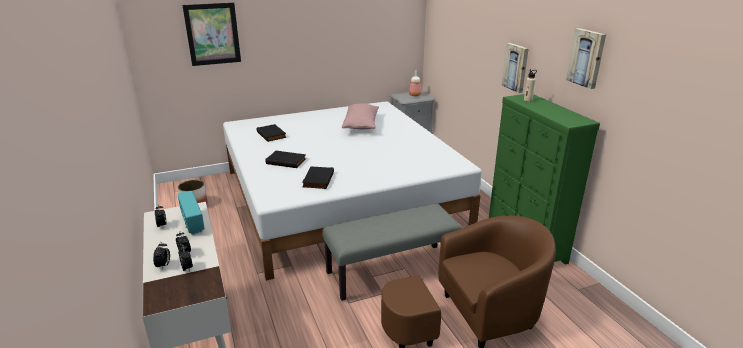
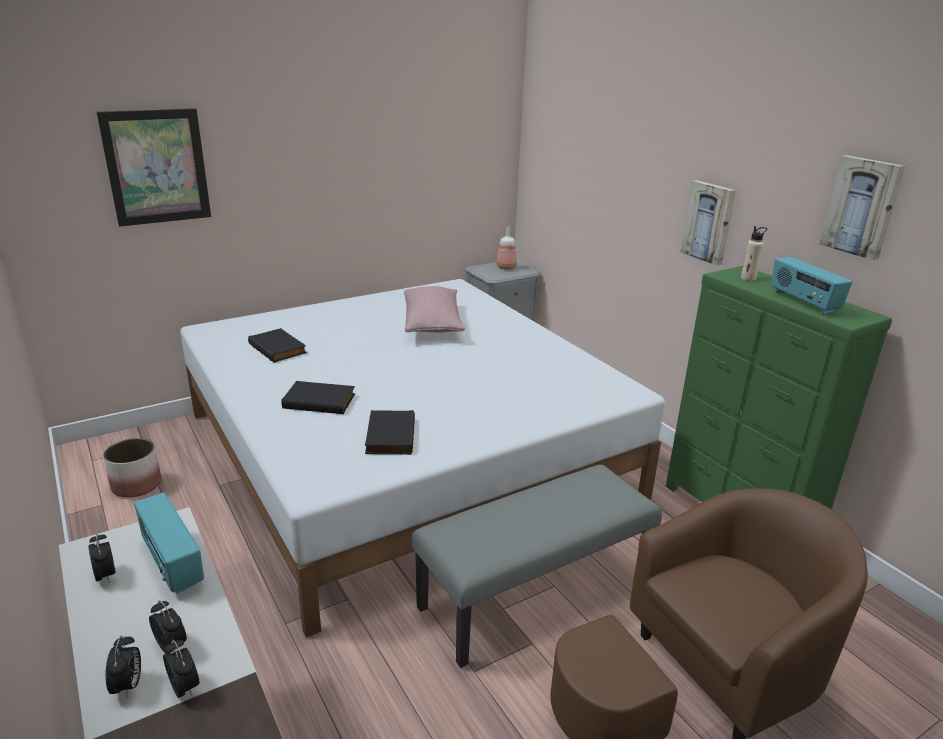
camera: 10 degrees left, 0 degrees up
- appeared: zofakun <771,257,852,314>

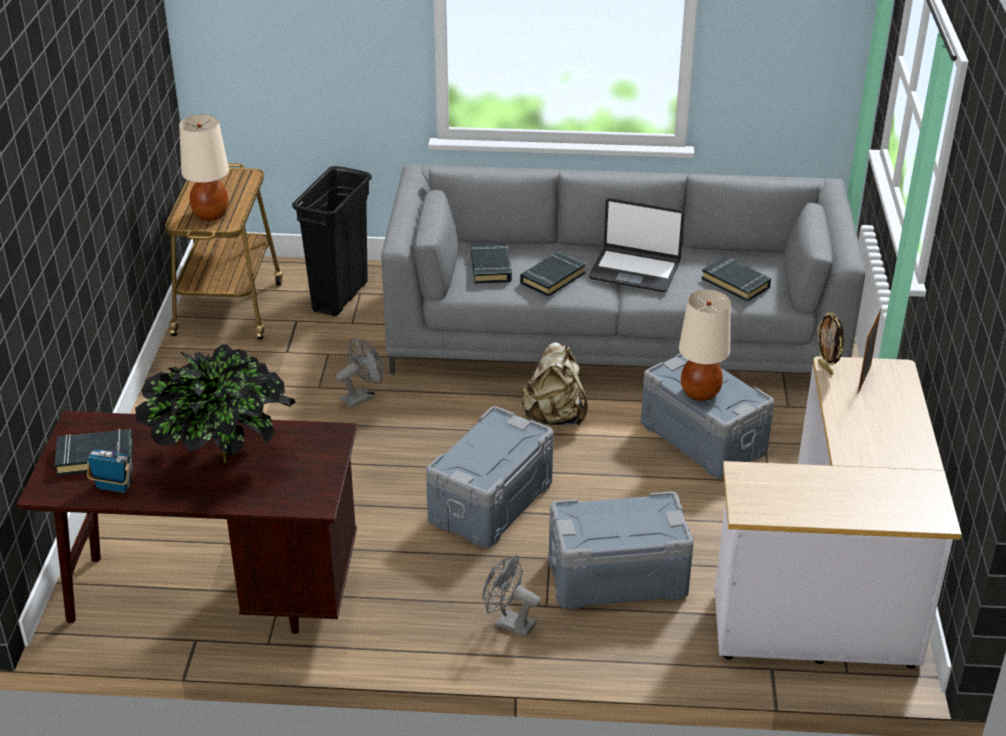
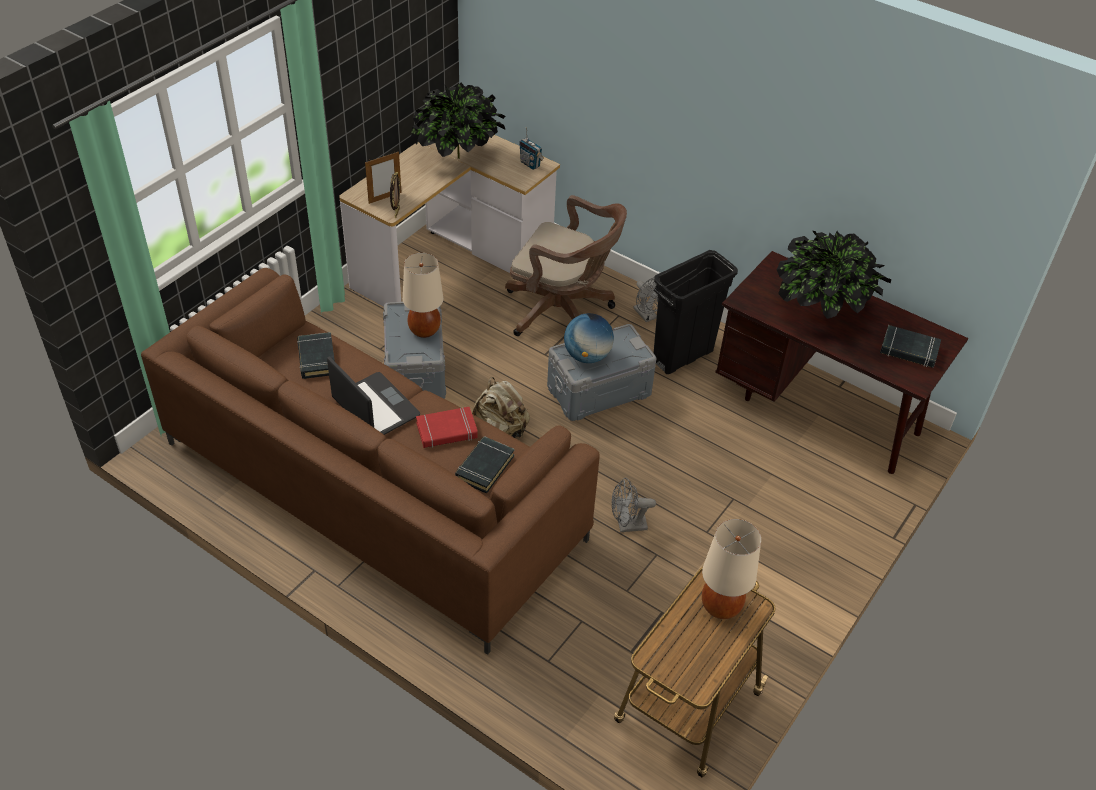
camera: 150 degrees left, 10 degrees up
- appeared: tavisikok <411,83,506,159>
- appeared: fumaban <564,313,614,363>
- relocated: zofakun <87,443,133,493> to <519,127,544,170>
- relocated: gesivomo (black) <292,166,372,317> to <654,250,738,374>
- exchanged: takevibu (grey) <548,491,694,609> to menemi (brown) <505,195,627,336>
- colour: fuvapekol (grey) <381,164,866,374> to fuvapekol (brown) <141,268,600,655>
- colour: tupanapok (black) <520,252,586,297> to tupanapok (red) <416,407,478,448>

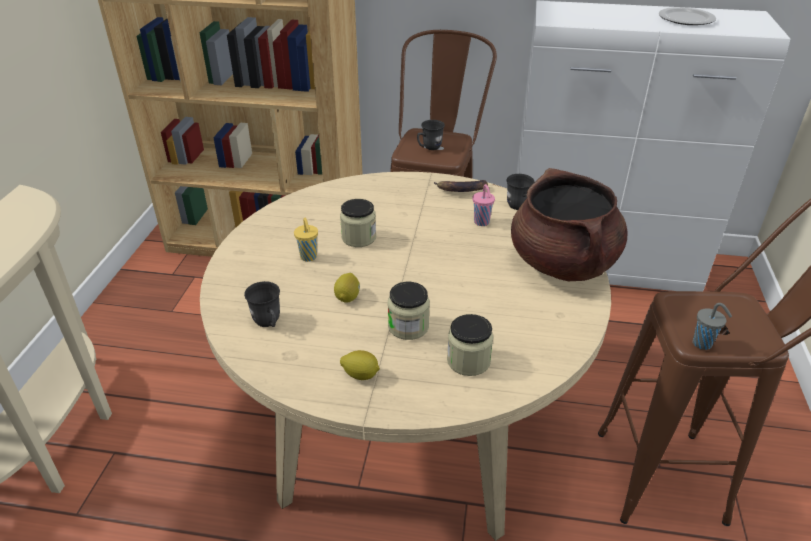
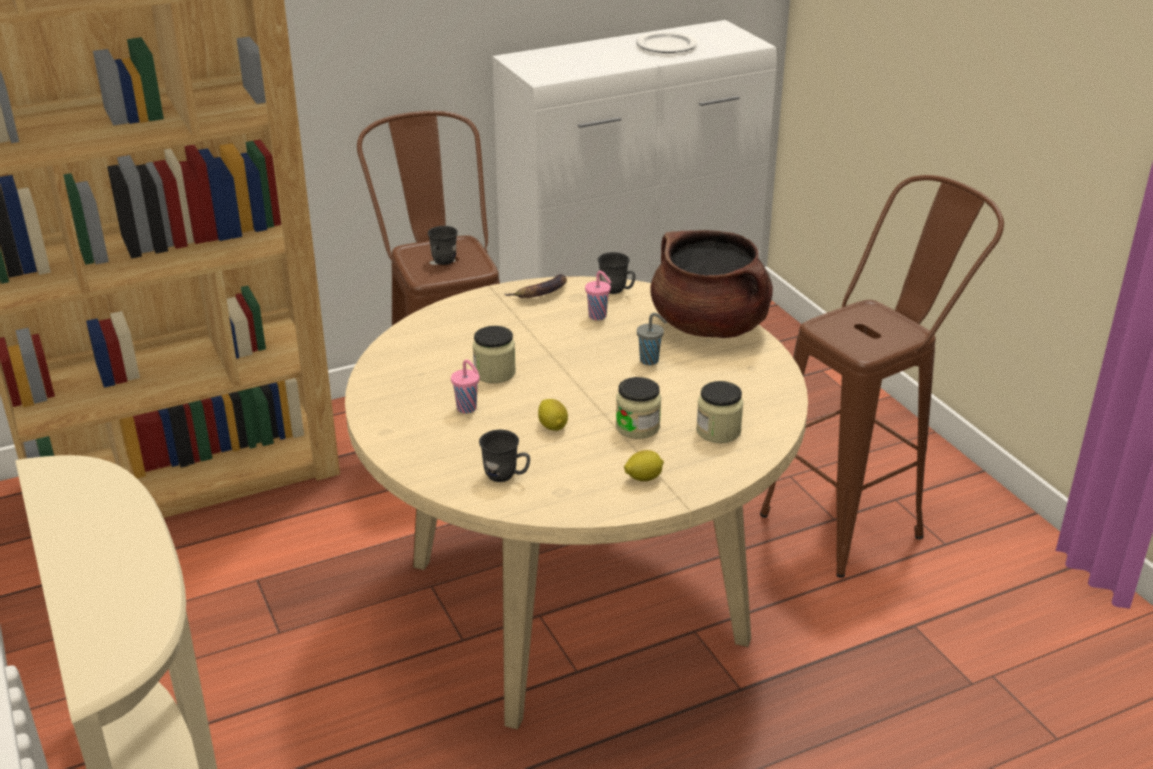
camera: 35 degrees left, 5 degrees down
- relocated: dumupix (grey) <693,303,732,350> to <637,313,667,365>
- colour: dumupix (yellow) <294,218,318,262> to dumupix (pink) <451,359,480,413>

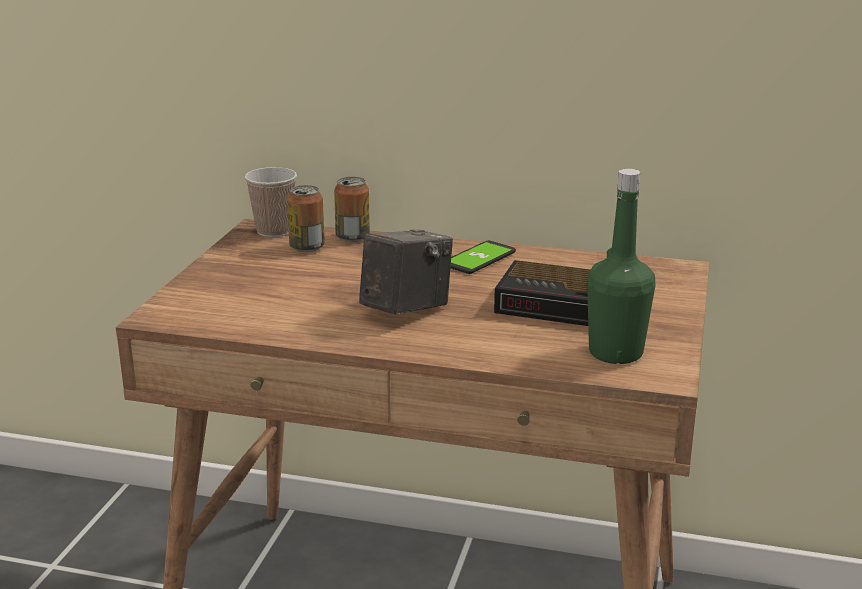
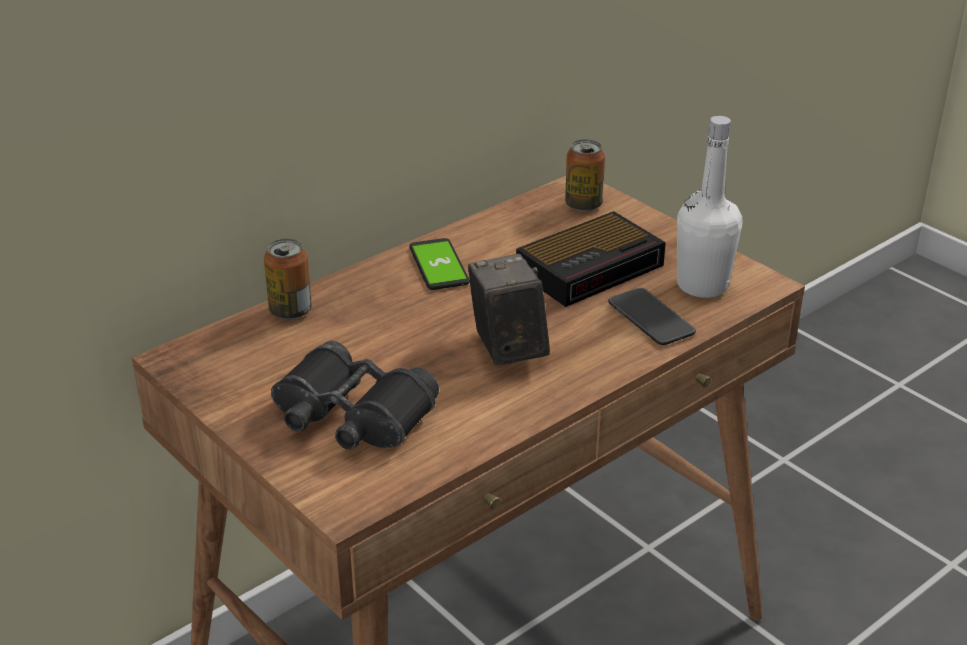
camera: 55 degrees left, 10 degrees up
- missing: dumupix <245,167,297,237>
- appeared: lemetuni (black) <271,341,439,450>
- appeared: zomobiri <608,288,696,345>
- relocated: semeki <287,185,325,252> to <565,139,605,212>
- colour: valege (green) <587,169,655,364> to valege (white) <677,116,743,298>

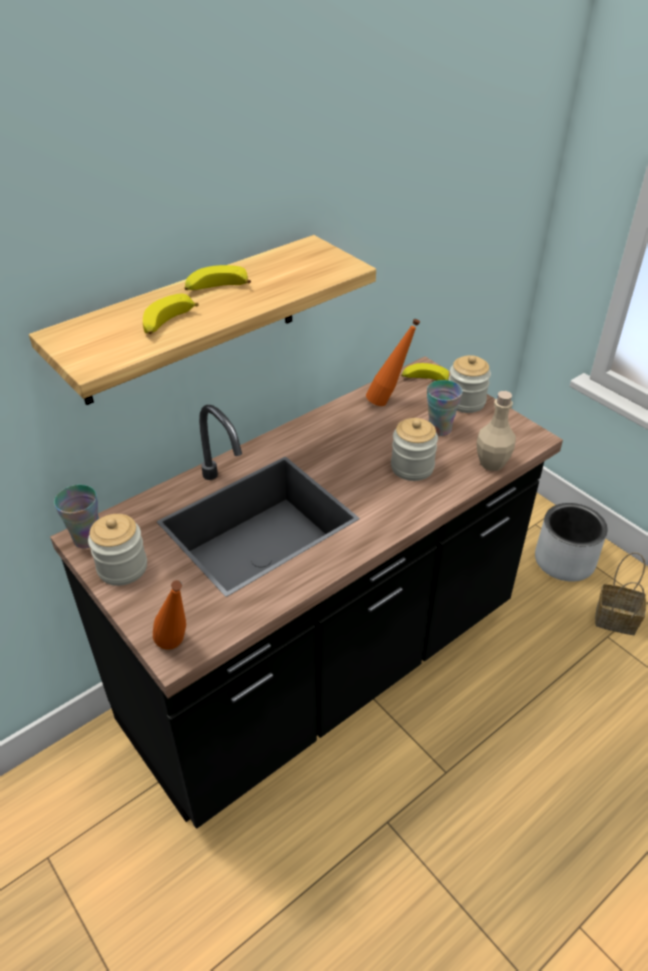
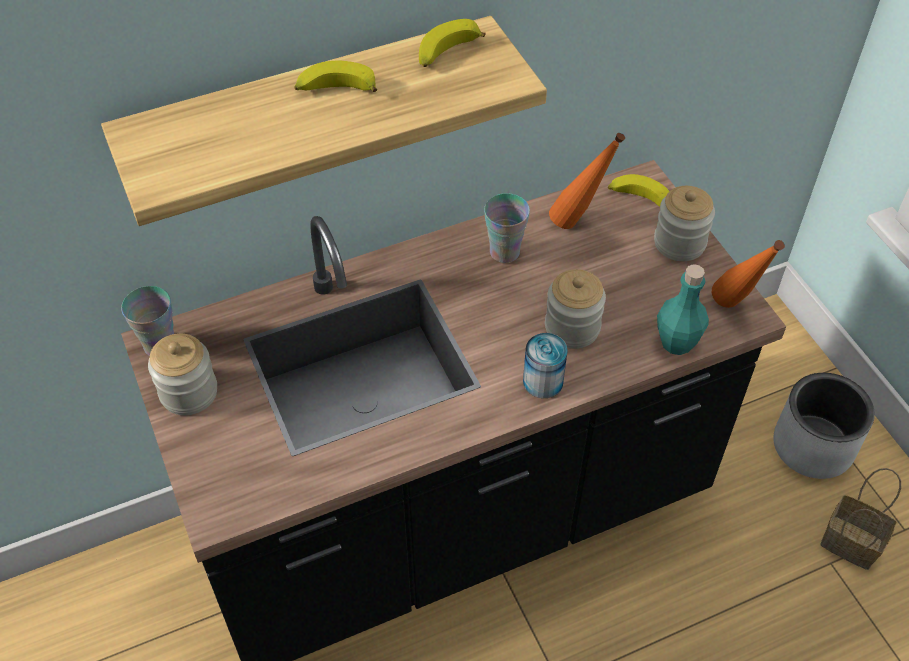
camera: 15 degrees right, 10 degrees up
- appeared: semeki <523,333,568,398>
- relocated: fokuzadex <143,294,199,334> to <419,19,486,67>
- relocated: valege (orange) <153,580,186,650> to <712,240,785,308>
- relocated: dumupix <427,380,463,436> to <484,193,530,263>
- colour: valege (beige) <477,391,516,471> to valege (turquoise) <657,264,709,355>

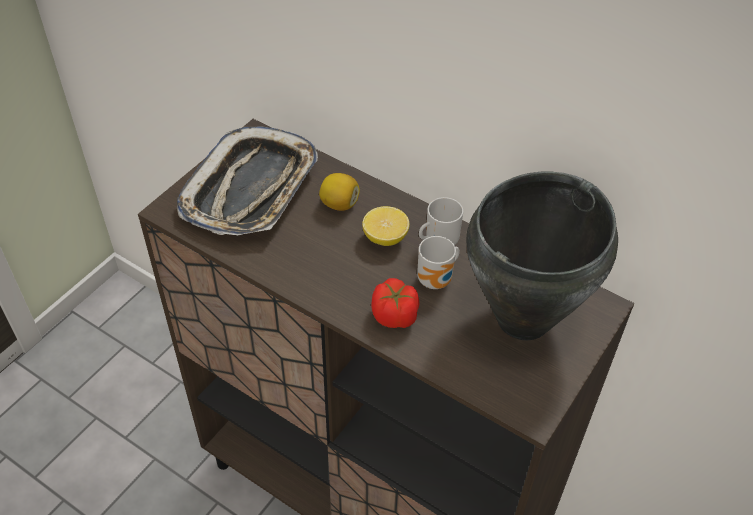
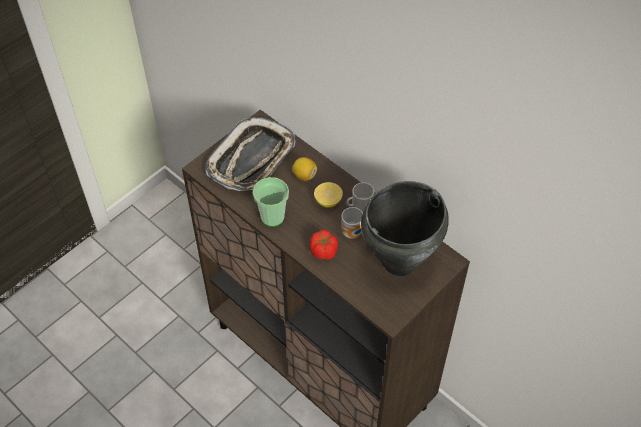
camera: 10 degrees right, 5 degrees up
- appeared: dumupix <253,177,289,227>

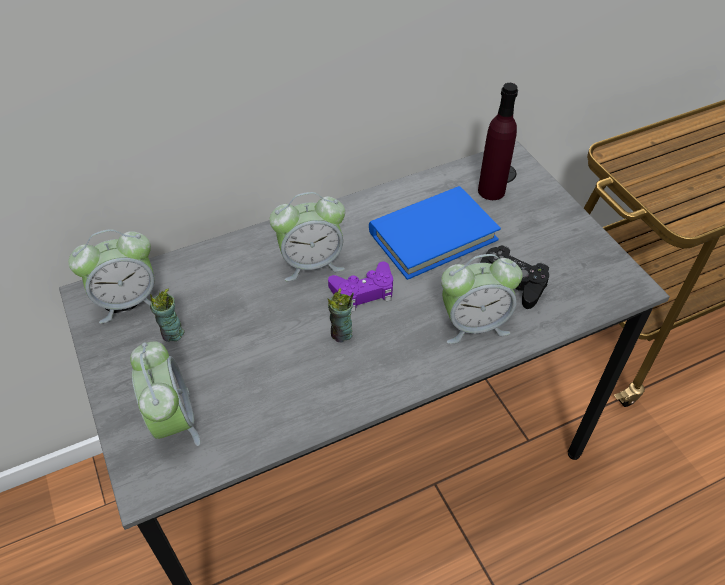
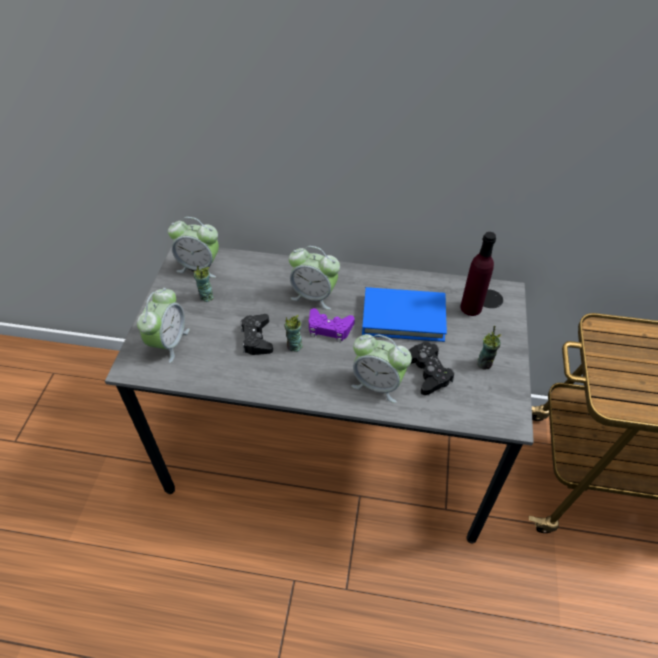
camera: 35 degrees right, 0 degrees up
- appeared: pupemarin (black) <241,314,273,355>
- appeared: dumupix <477,326,501,370>

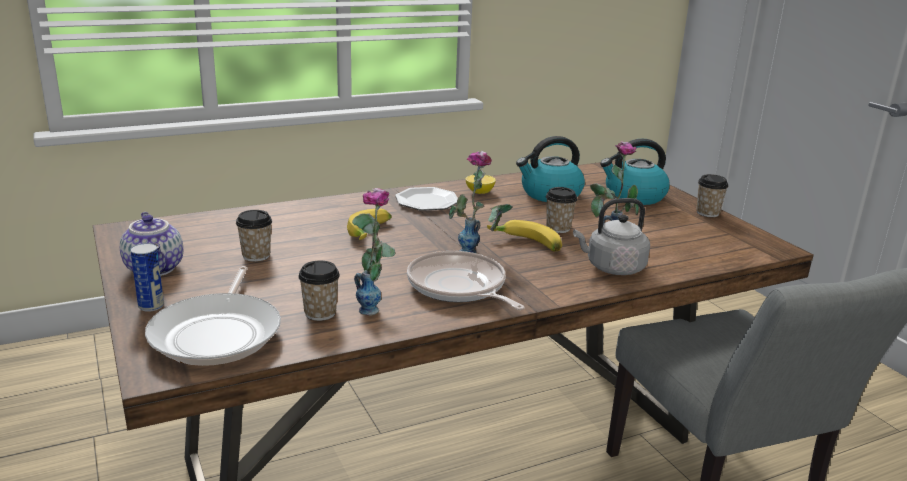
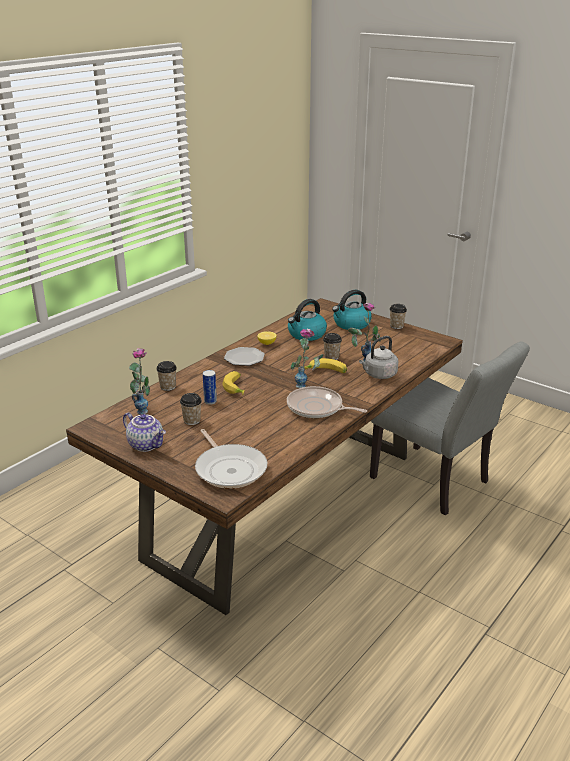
camera: 25 degrees left, 5 degrees up
- relocated: semeki <130,243,164,312> to <203,370,217,405>
- relocated: dumupix <298,261,340,321> to <156,361,177,391>
- relocated: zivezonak <352,188,395,316> to <129,348,150,414>

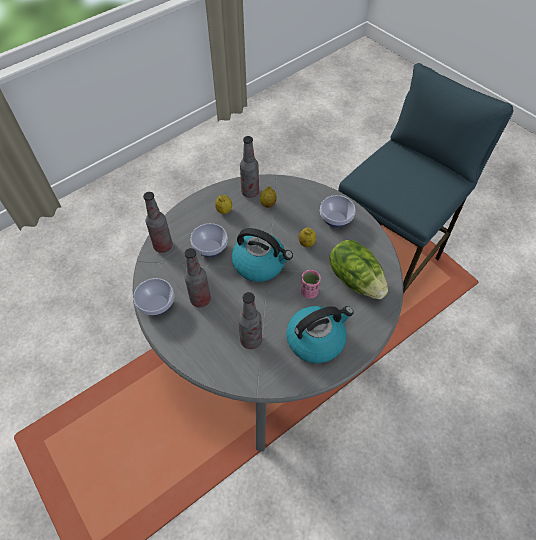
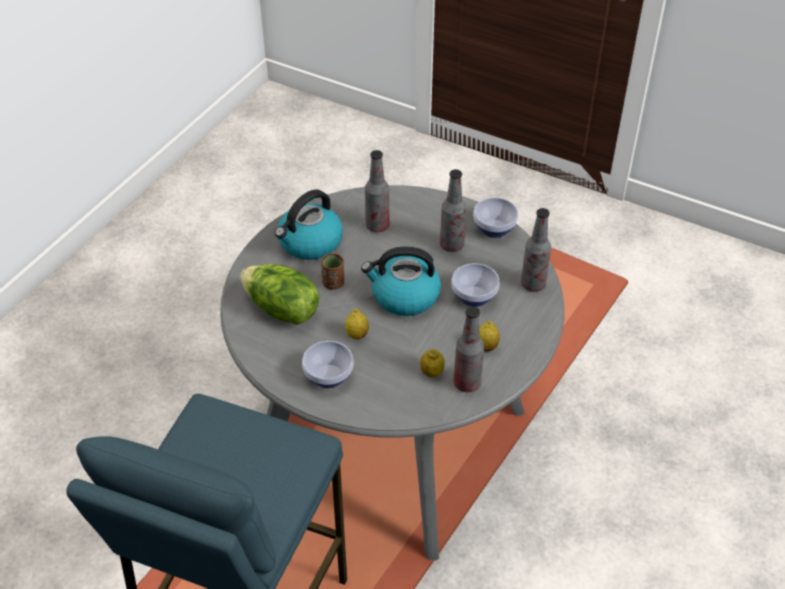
camera: 160 degrees right, 10 degrees down
- colour: dumupix (pink) <301,270,321,298> to dumupix (brown) <321,253,344,290>

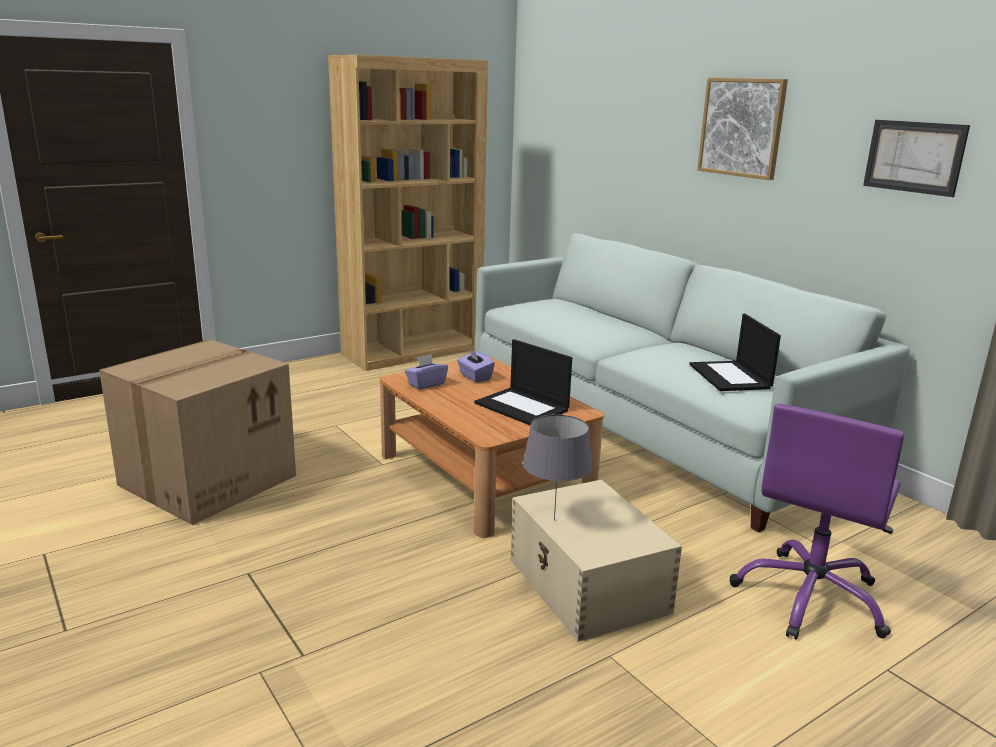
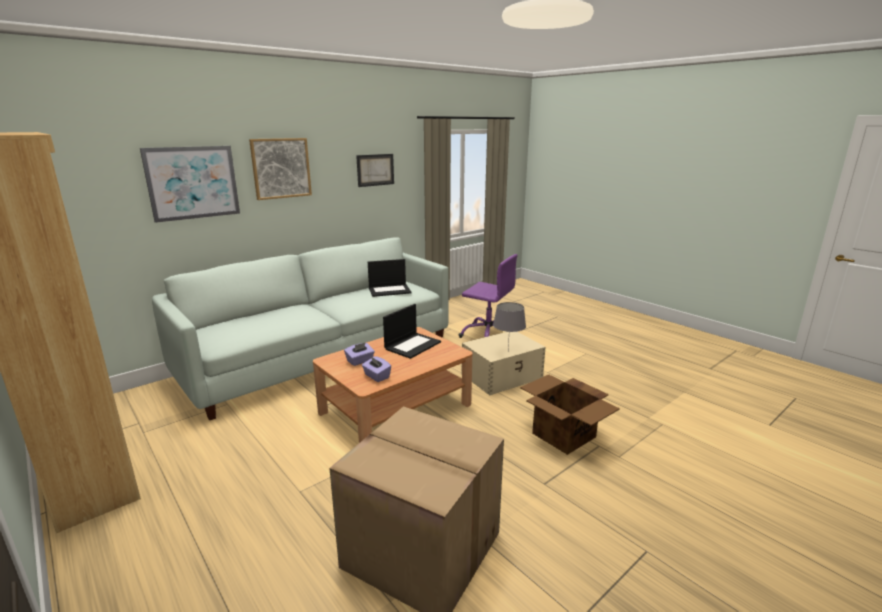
camera: 95 degrees left, 0 degrees up
- appeared: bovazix <140,146,240,223>
- appeared: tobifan <520,374,620,455>

